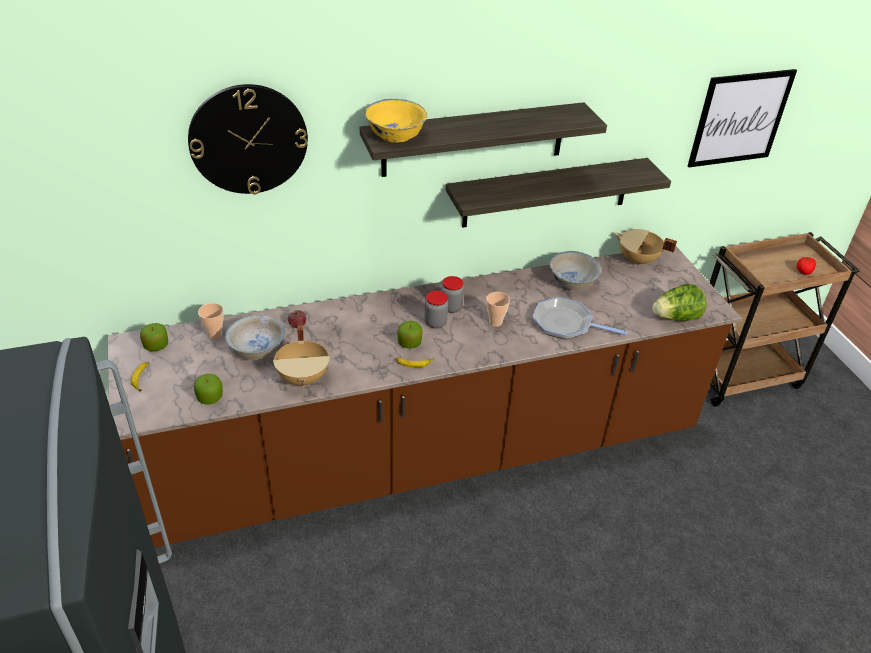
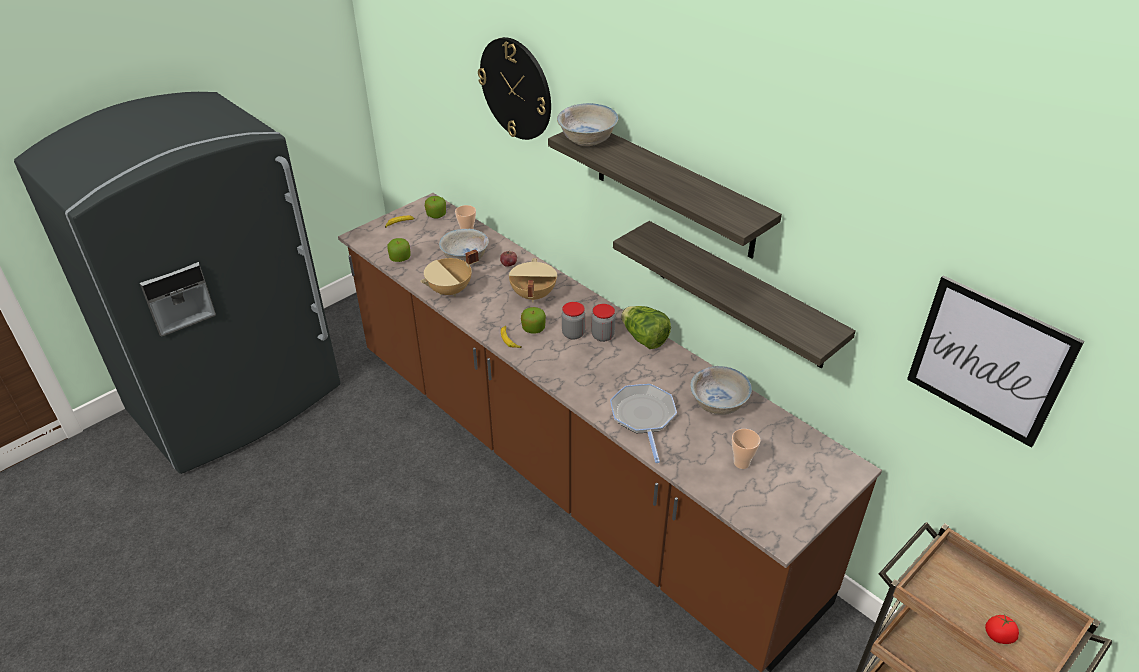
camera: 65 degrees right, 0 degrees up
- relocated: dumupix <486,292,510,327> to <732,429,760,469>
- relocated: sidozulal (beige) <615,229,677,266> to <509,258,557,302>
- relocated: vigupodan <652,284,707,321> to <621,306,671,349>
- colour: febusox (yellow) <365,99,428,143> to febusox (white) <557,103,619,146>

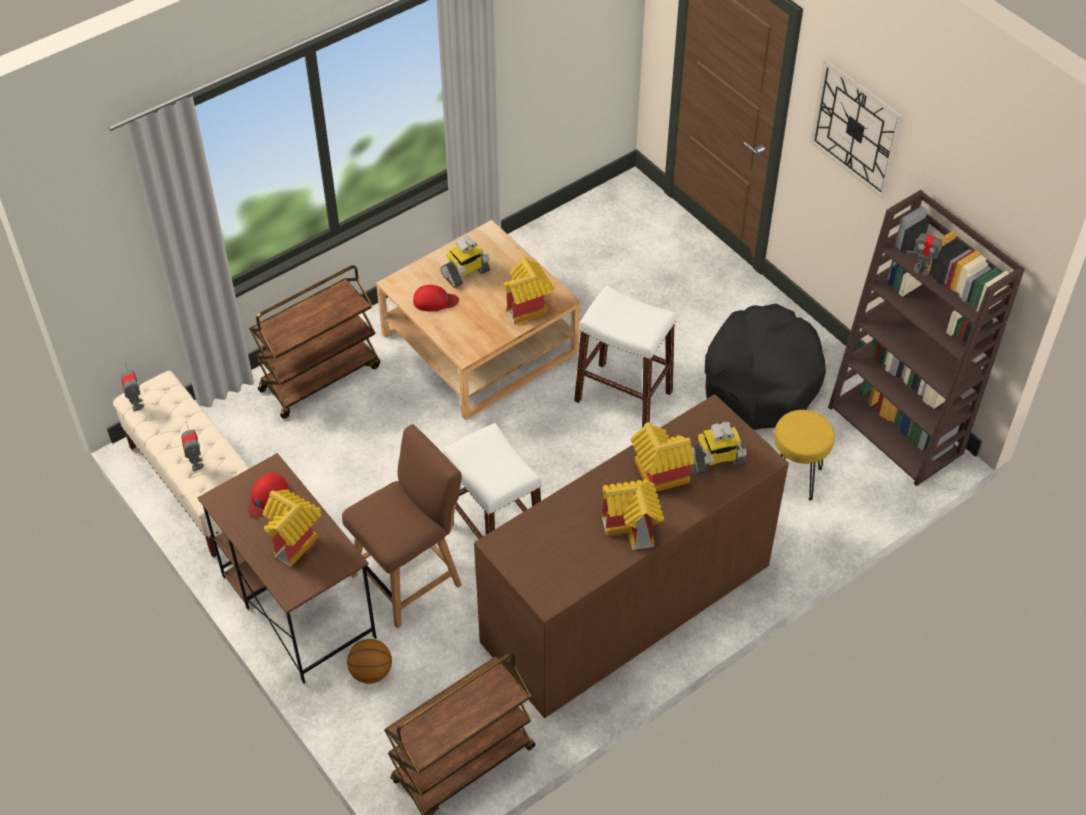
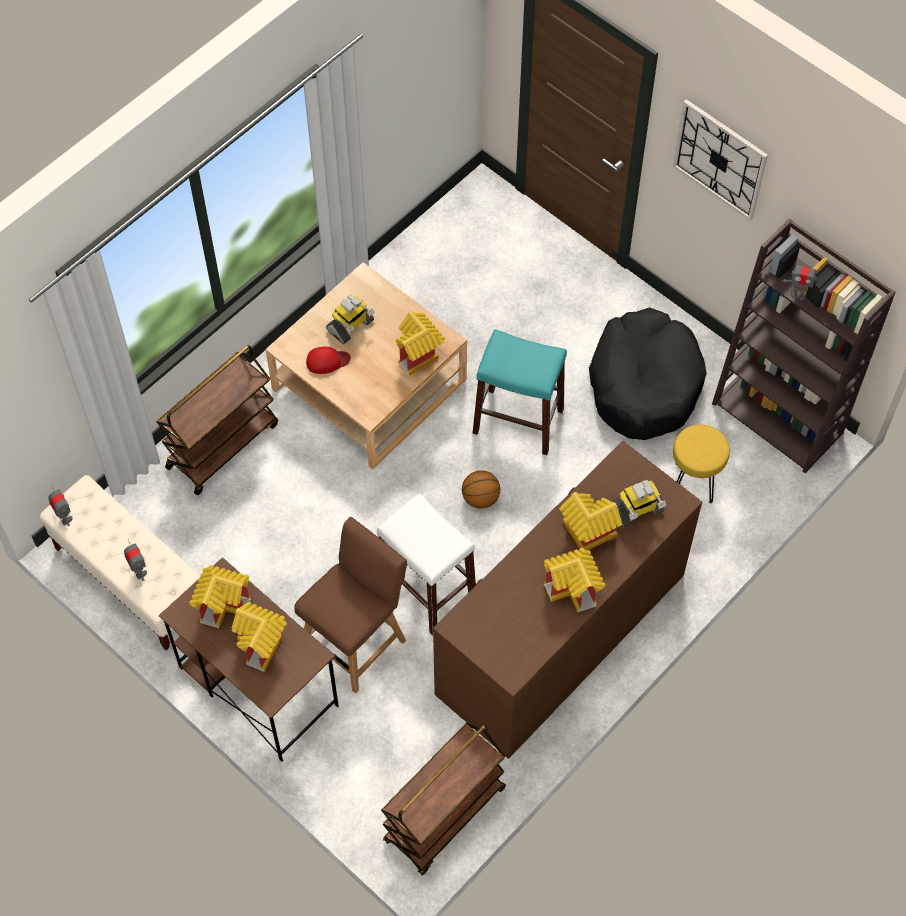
camera: 10 degrees left, 10 degrees up
- relocated: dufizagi <347,639,392,684> to <462,470,500,509>
- exchanged: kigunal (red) <247,473,288,517> to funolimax <189,565,251,628>
- colour: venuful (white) <574,285,677,428> to venuful (turquoise) <473,329,567,455>

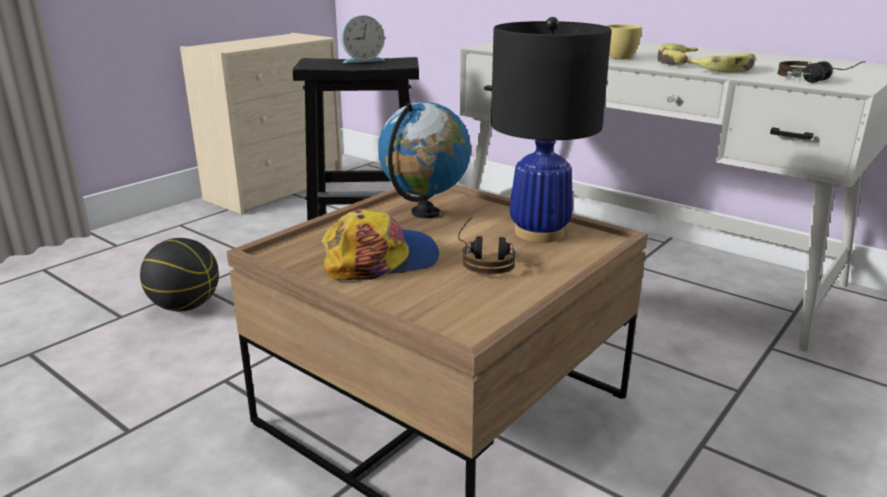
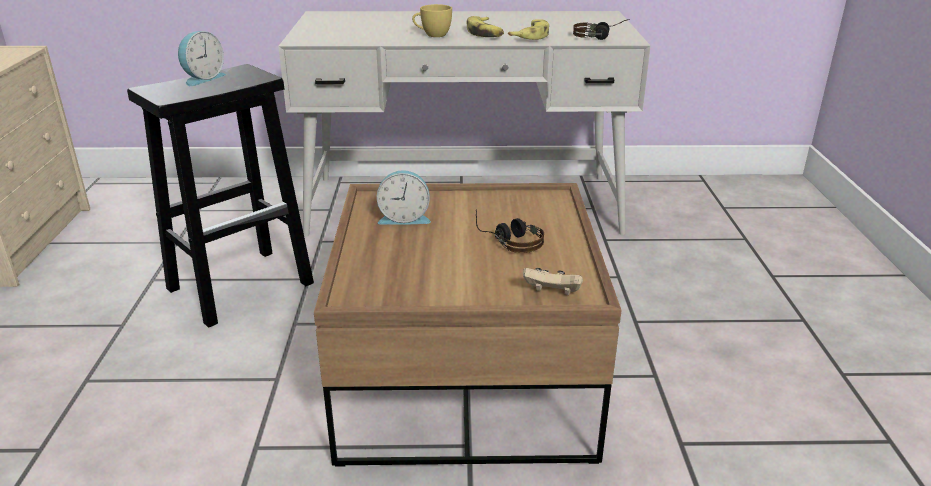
camera: 40 degrees left, 5 degrees up
- missing: dufizagi <140,238,219,311>
- missing: kigunal <322,209,439,280>
- missing: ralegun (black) <491,17,612,243>
- appeared: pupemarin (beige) <523,268,583,295>
- exchanged: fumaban <378,102,471,219> to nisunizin <376,170,431,225>

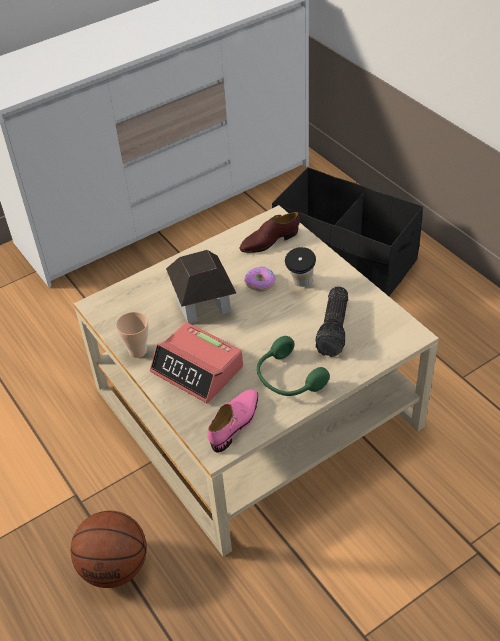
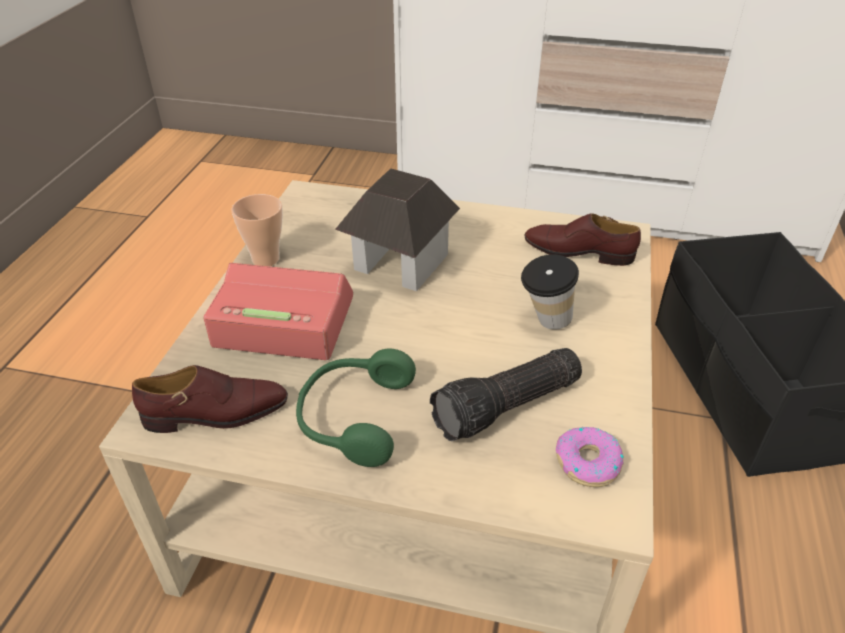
camera: 45 degrees right, 5 degrees down
- missing: dufizagi <71,511,147,588>
- relocated: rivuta <244,266,276,291> to <556,427,624,487>
- colour: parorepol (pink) <207,390,258,453> to parorepol (brown) <132,365,288,433>
- spun: nisunizin <150,322,243,403> = <203,263,353,360> 105 degrees clockwise

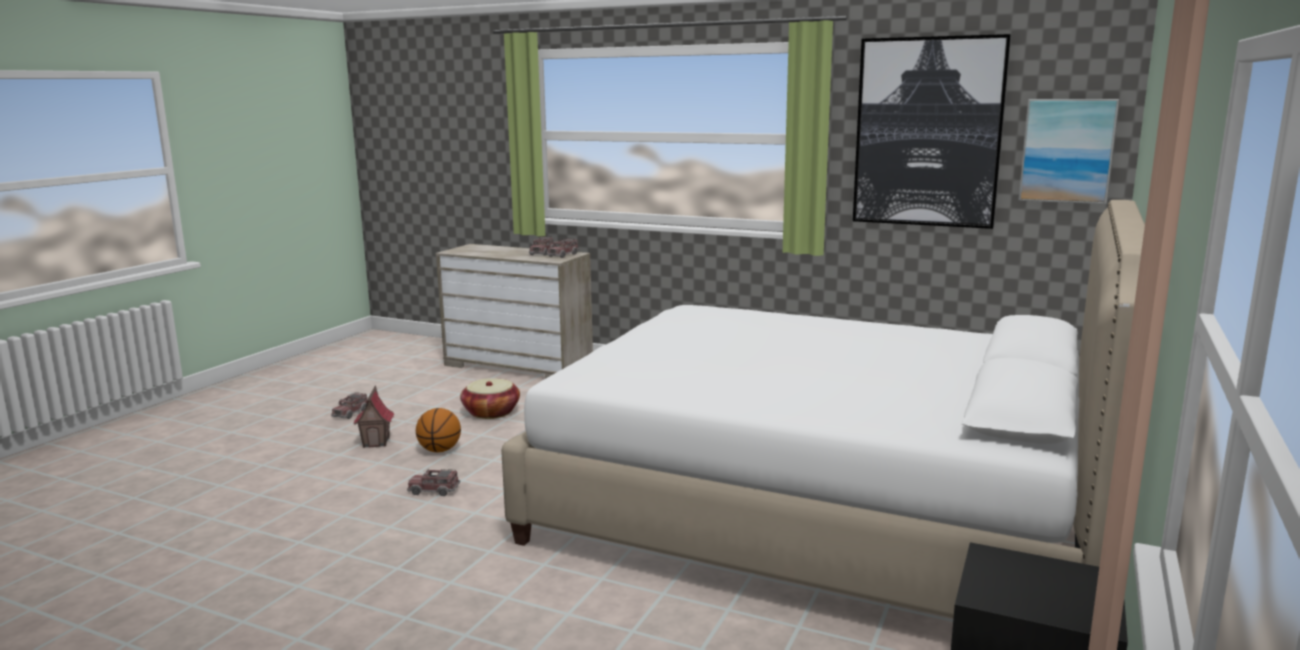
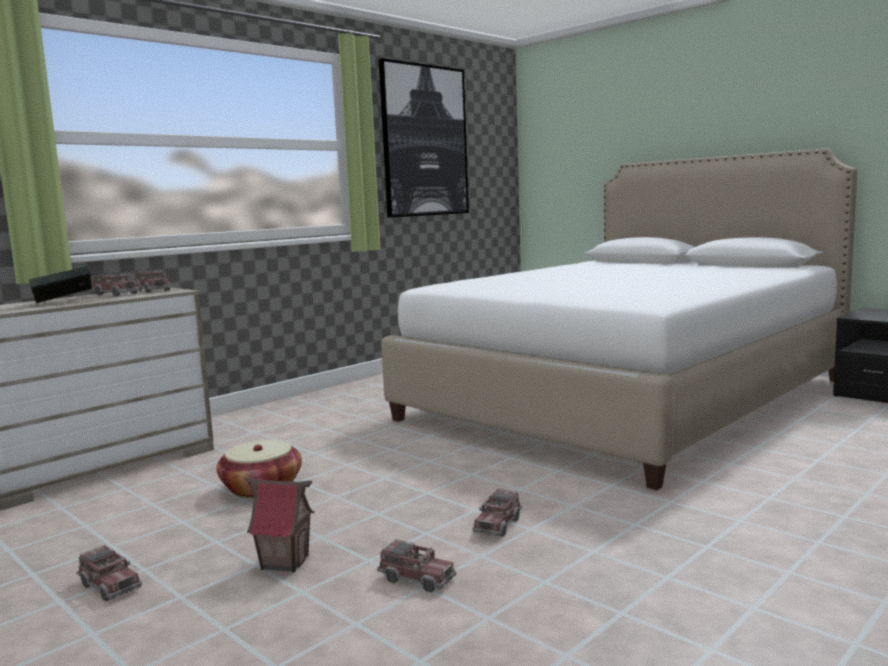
camera: 70 degrees left, 5 degrees down
- missing: dufizagi <416,408,461,452>
- missing: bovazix <1018,99,1119,204>
- appeared: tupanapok <29,266,92,304>
- appeared: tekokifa <377,540,456,592>

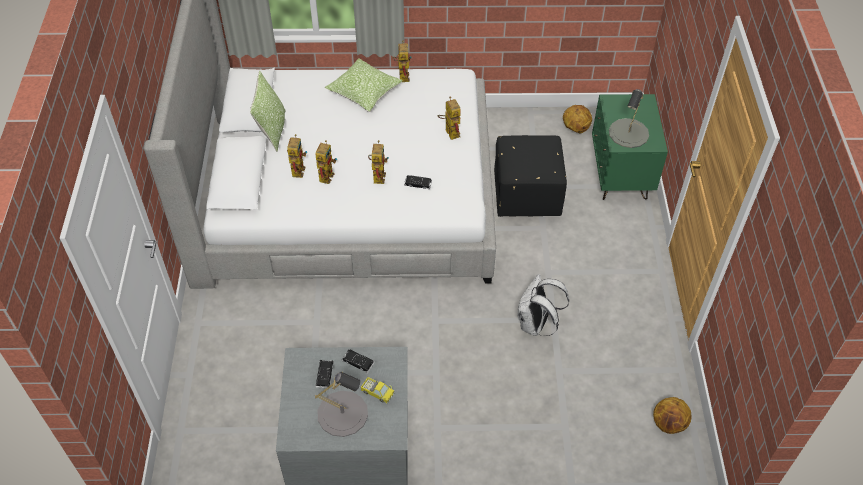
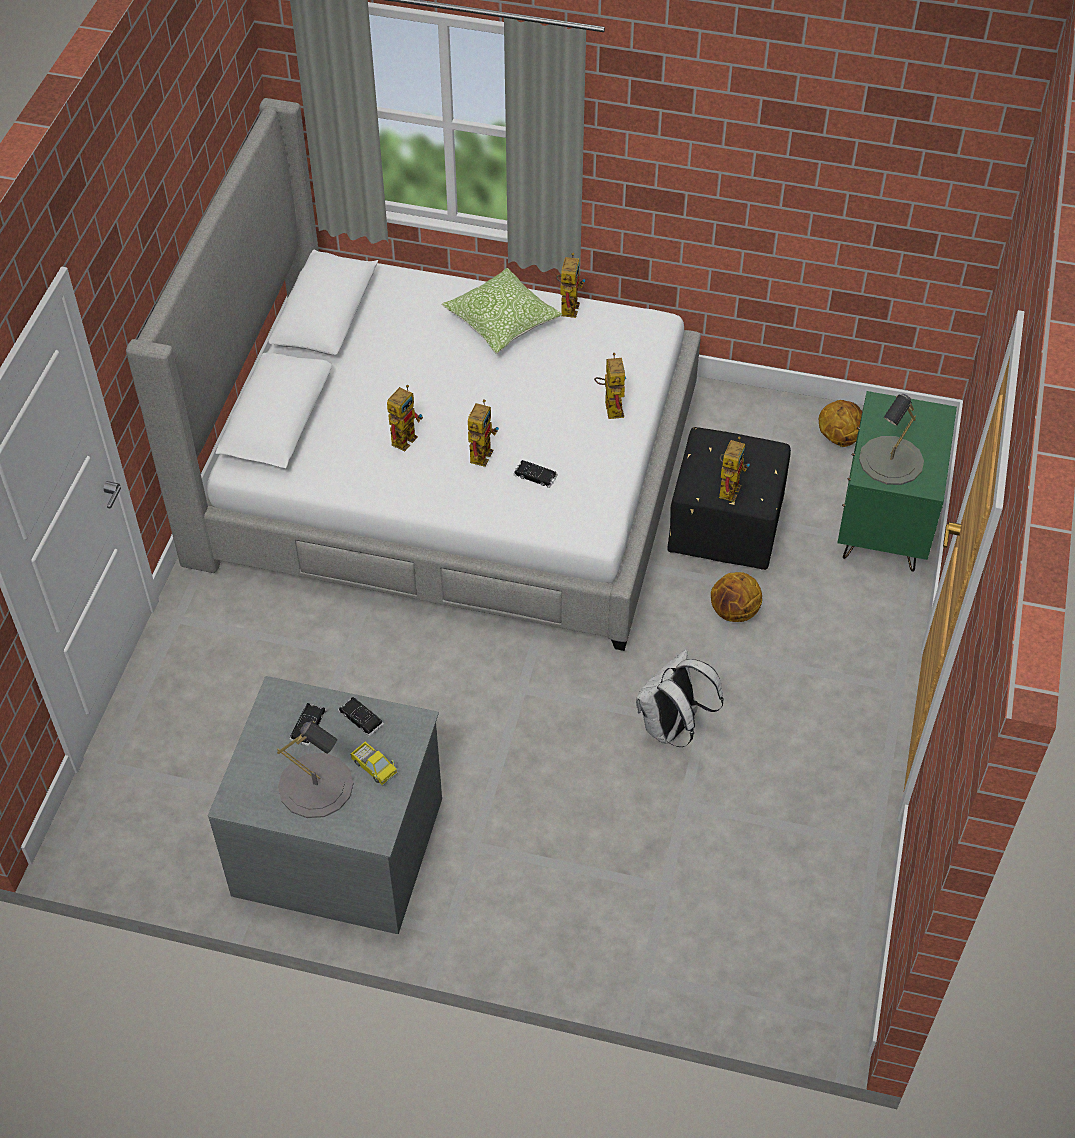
camera: 15 degrees right, 0 degrees up
- missing: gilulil <250,71,286,152>
- relocated: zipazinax <287,134,307,178> to <719,437,750,502>
- relocated: dufizagi <653,397,691,434> to <711,572,762,622>

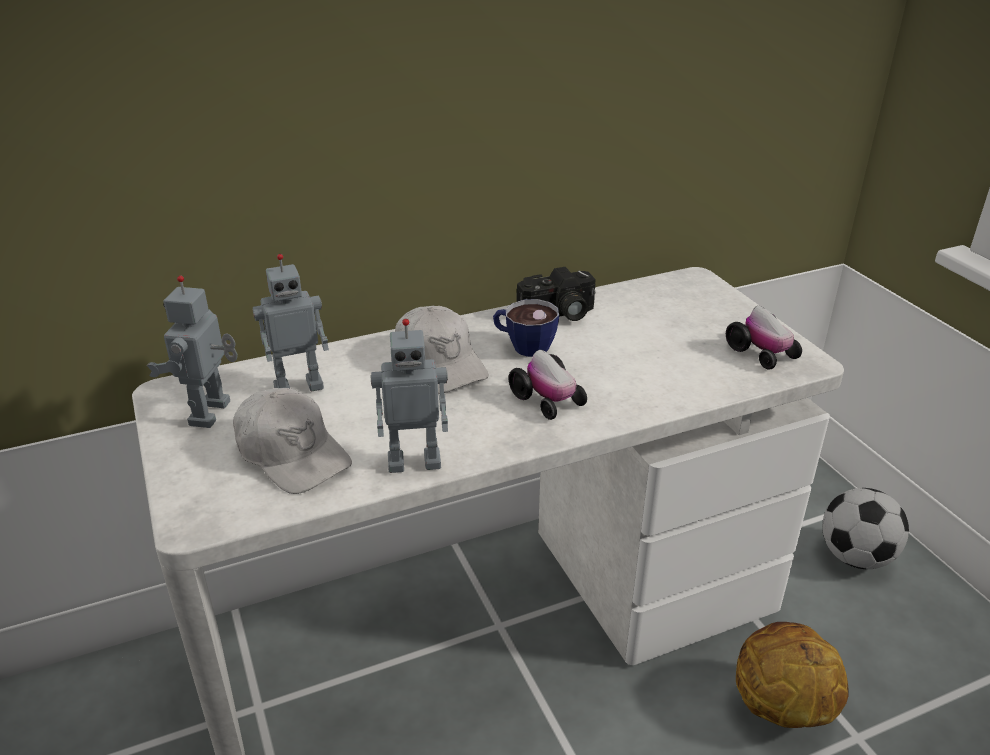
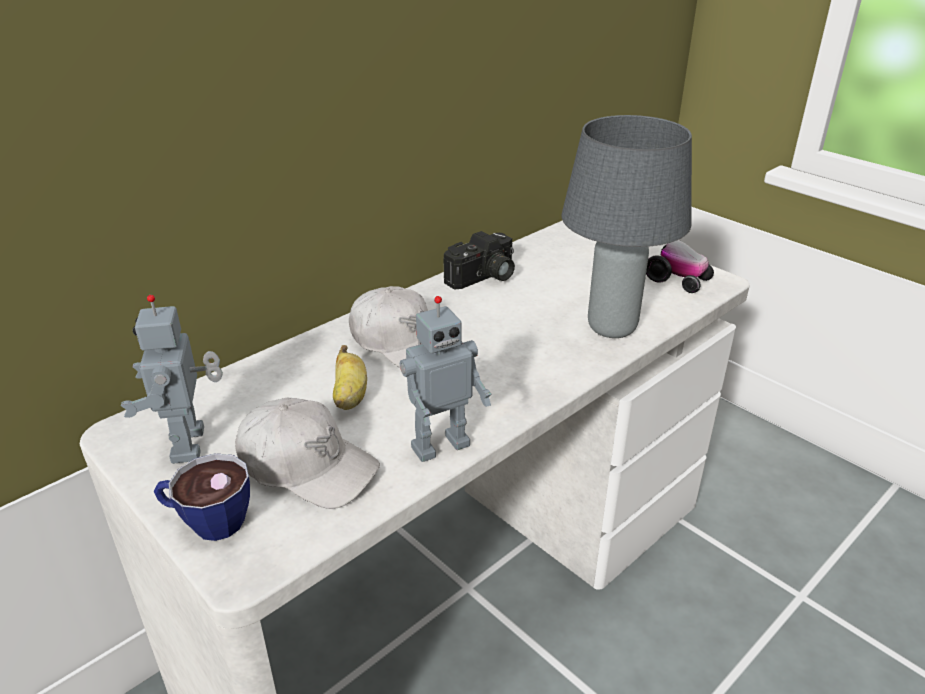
camera: 20 degrees left, 0 degrees up
- missing: zipazinax <253,254,329,392>
- missing: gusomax <508,350,587,420>
- missing: dufizagi <736,622,849,728>
- missing: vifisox <822,488,909,569>
- appeared: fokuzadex <333,345,367,410>
- appeared: ralegun (grey) <561,115,692,338>
- relocated: dumupix <493,299,559,357> to <154,453,250,541>

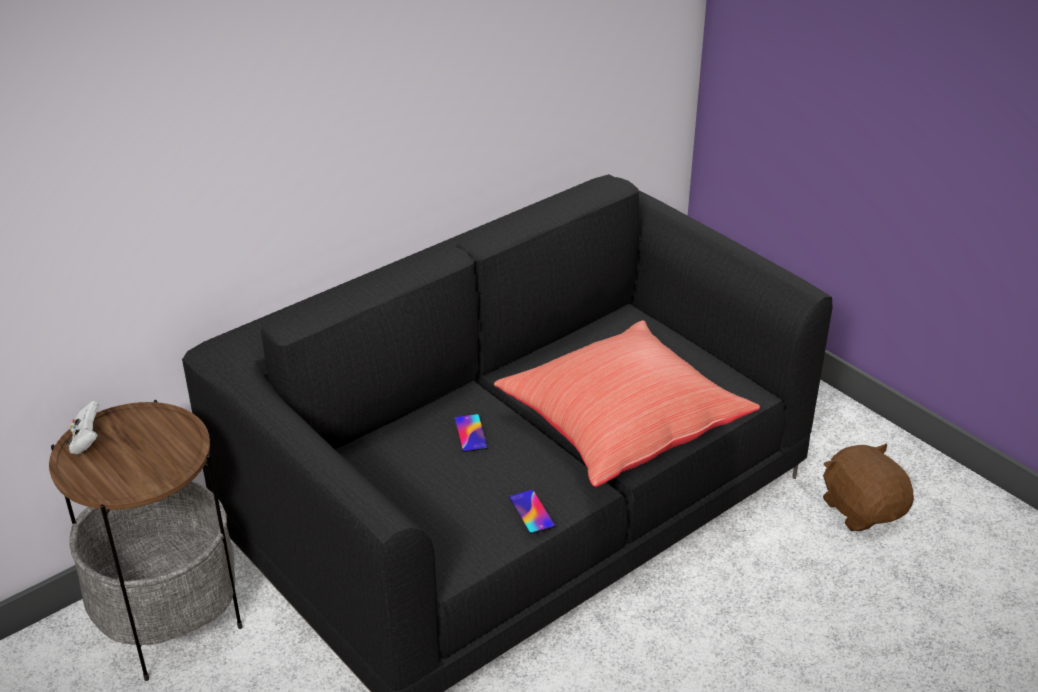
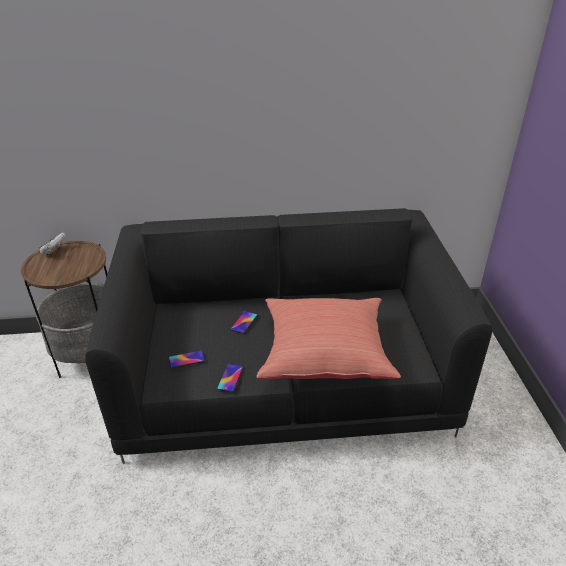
camera: 35 degrees right, 0 degrees up
- missing: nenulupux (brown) <823,443,914,531>
- appeared: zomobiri <169,350,205,368>

